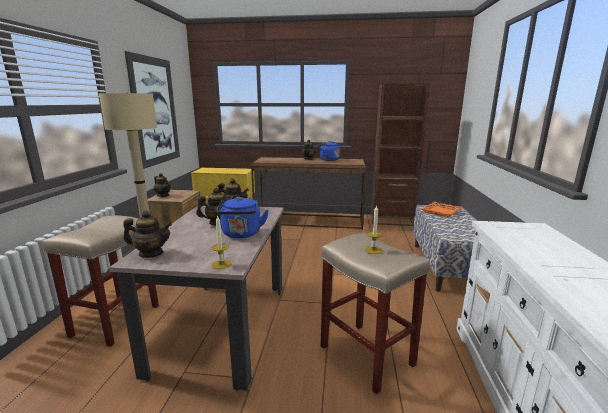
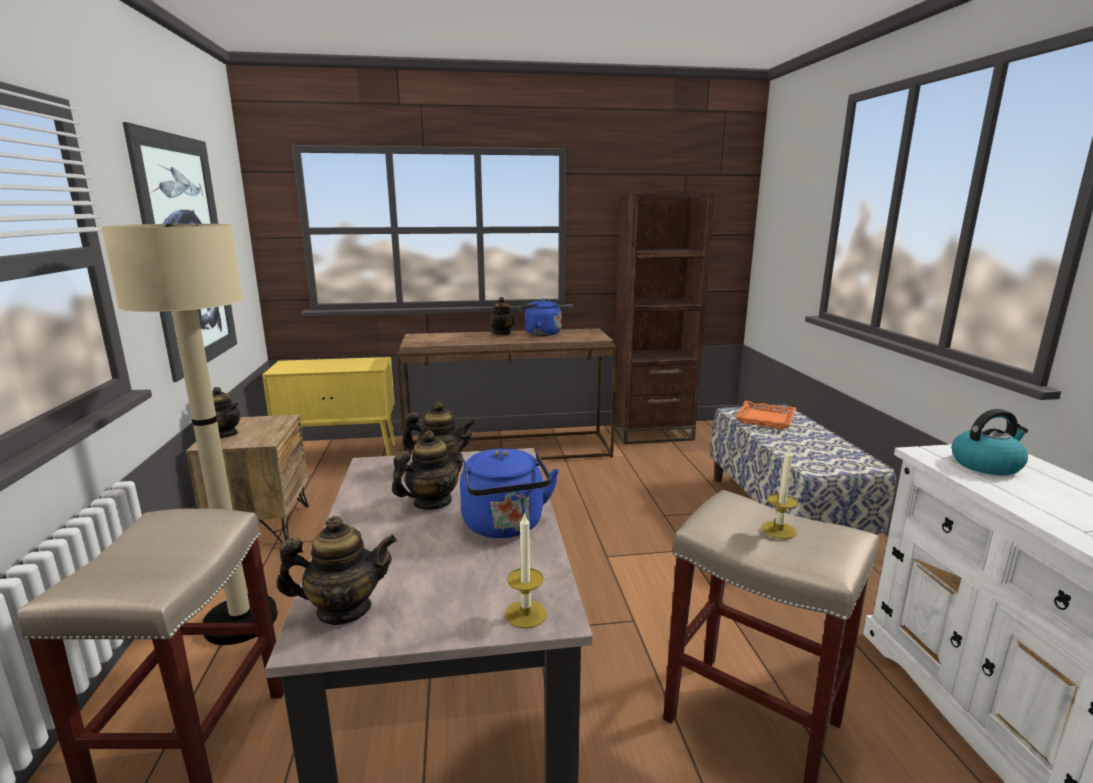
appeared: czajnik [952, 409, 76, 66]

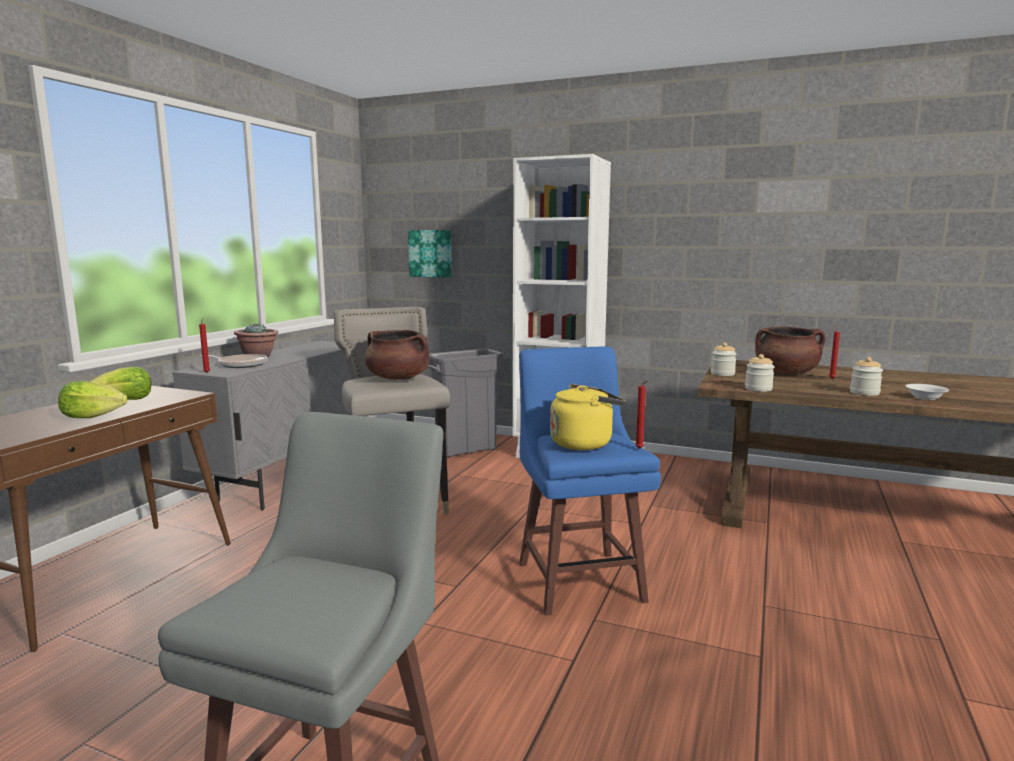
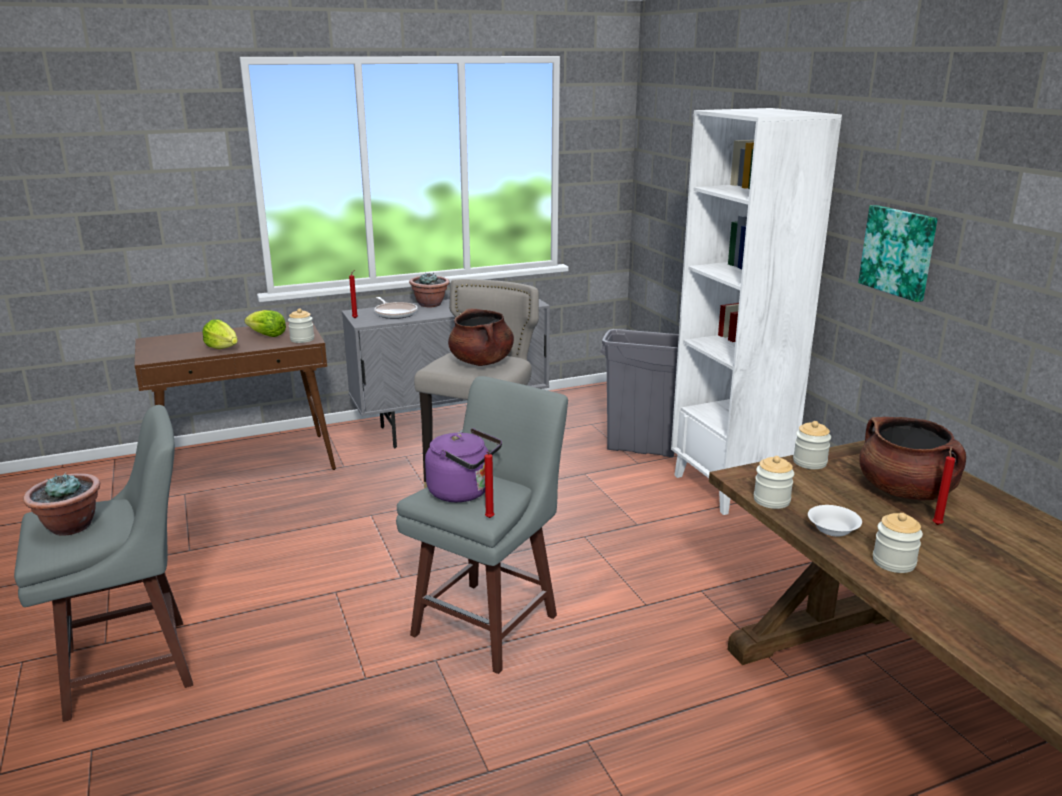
appeared: roślina doniczkowa [23, 472, 77, 64]; słoik [288, 308, 26, 35]
relocated: obraz [408, 230, 44, 48] to [858, 205, 80, 97]; miska [biały] [905, 384, 44, 16] to [808, 505, 54, 32]
colour: stołek [niebieski] [519, 347, 142, 269] to stołek [szary] [396, 376, 172, 298]; czajnik [żółty] [550, 384, 75, 66] to czajnik [fioletowy] [425, 428, 77, 74]

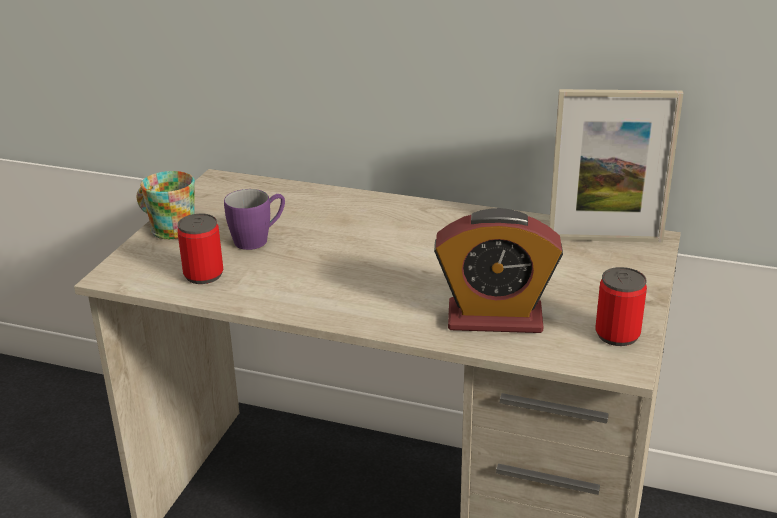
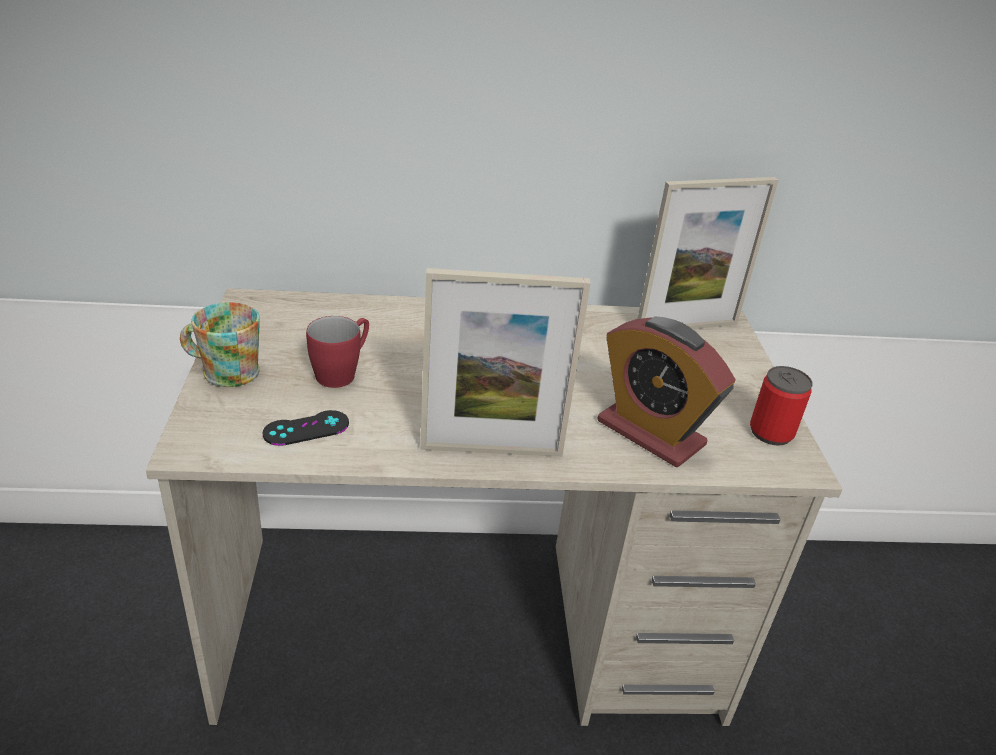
appeared: ramka na zdjęcie [420, 268, 171, 189]
exchanged: puszka [177, 214, 46, 70] to pad do gier [czarny] [262, 410, 87, 36]
colour: kubek [fioletowy] [224, 189, 61, 61] to kubek [czerwony] [306, 316, 63, 72]
spun: budzik [434, 208, 129, 125] = [597, 316, 138, 151] 60 degrees clockwise

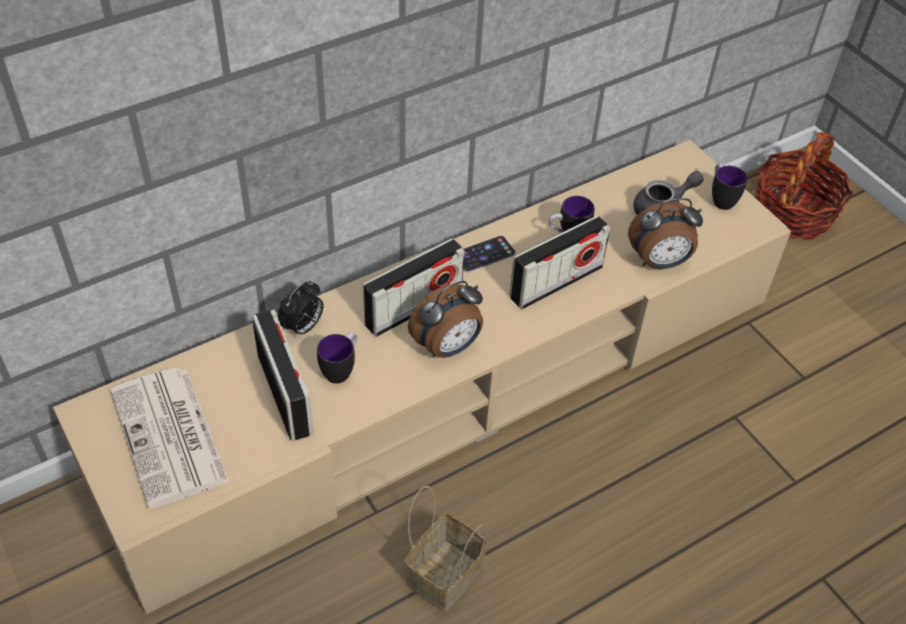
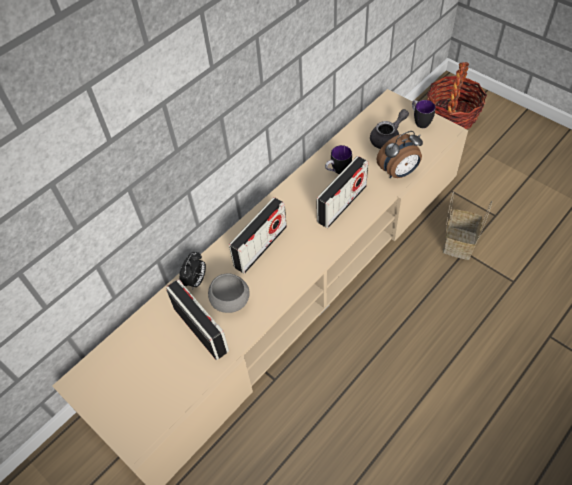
missing: gazeta [110, 368, 119, 141]; budzik [408, 281, 75, 77]; telefon [463, 236, 53, 36]
relocated: koszyk [404, 486, 84, 126] to [443, 191, 49, 69]
exchanged: kubek [317, 332, 40, 52] to miska [szary] [208, 273, 42, 40]

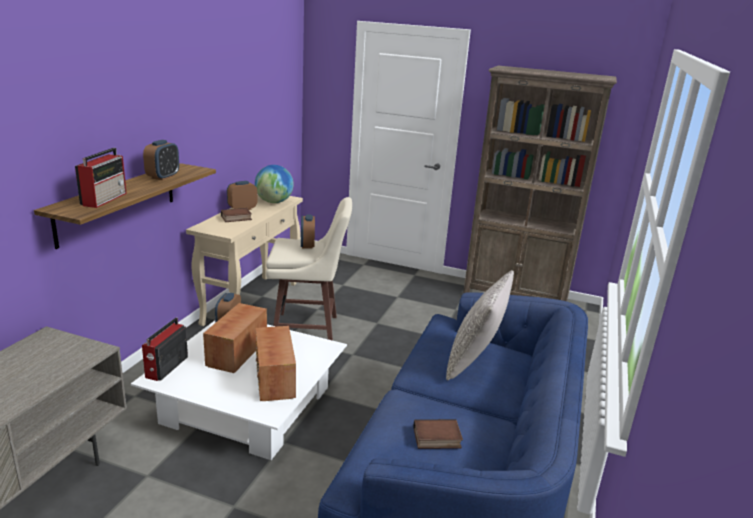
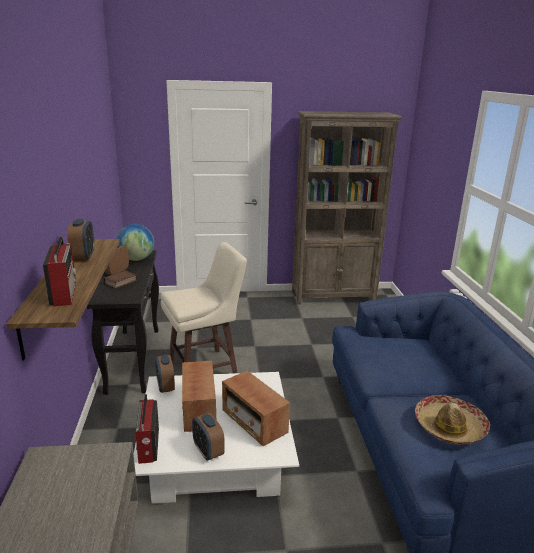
missing: poduszka [szary] [446, 270, 68, 110]
relocated: budzik [301, 215, 14, 34] to [192, 413, 33, 47]
exchanged: książka [413, 419, 50, 30] to kapelusz [415, 395, 75, 50]
colour: stolik konsolowy [beżowy] [186, 195, 117, 131] to stolik konsolowy [czarny] [87, 250, 72, 145]

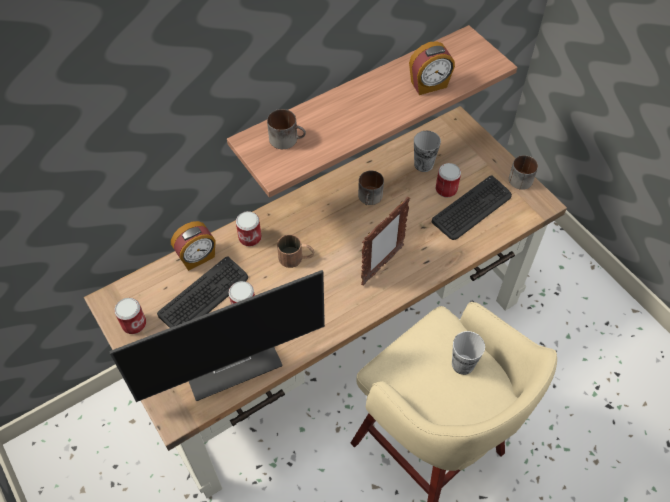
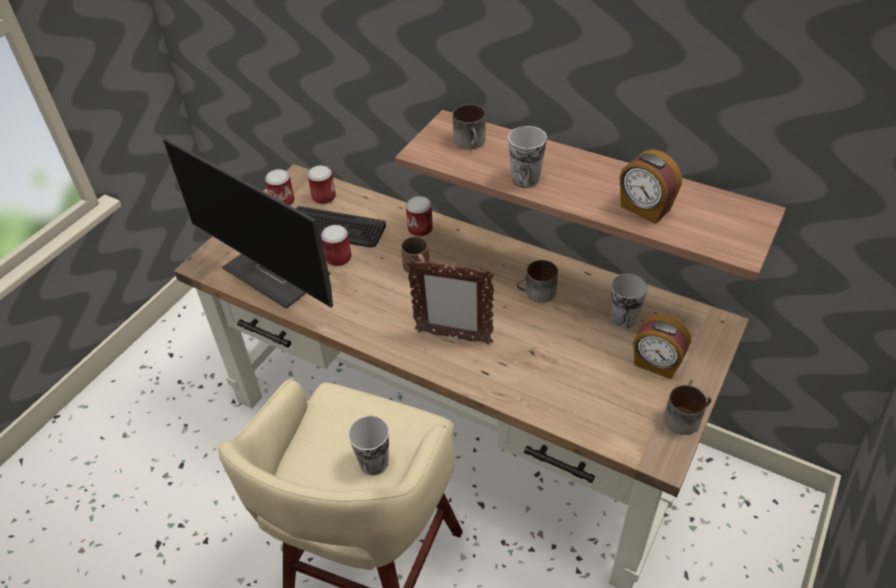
missing: klawiatura [432, 175, 80, 65]
appeared: filiżanka [508, 126, 39, 62]
relocated: budzik [171, 221, 45, 50] to [633, 314, 58, 65]; puszka [436, 163, 25, 35] to [307, 165, 29, 39]

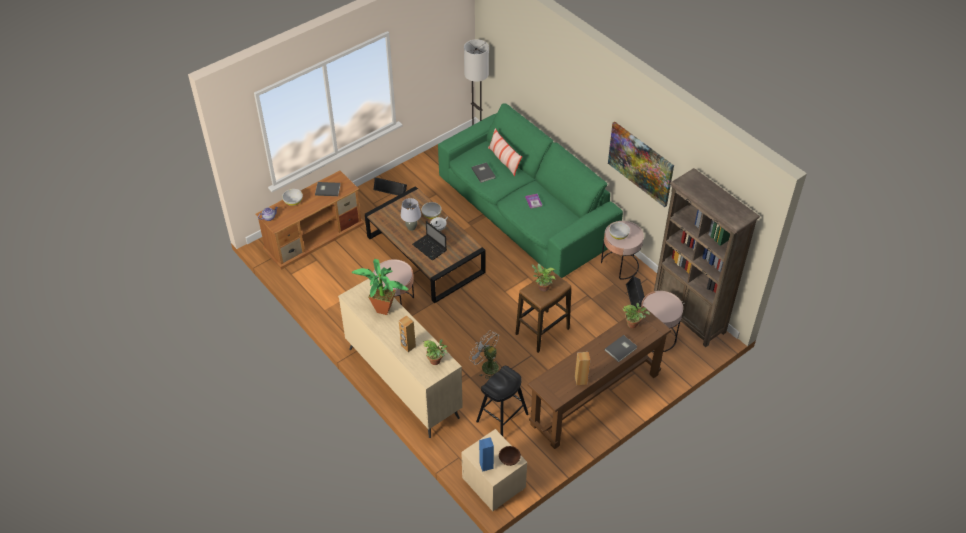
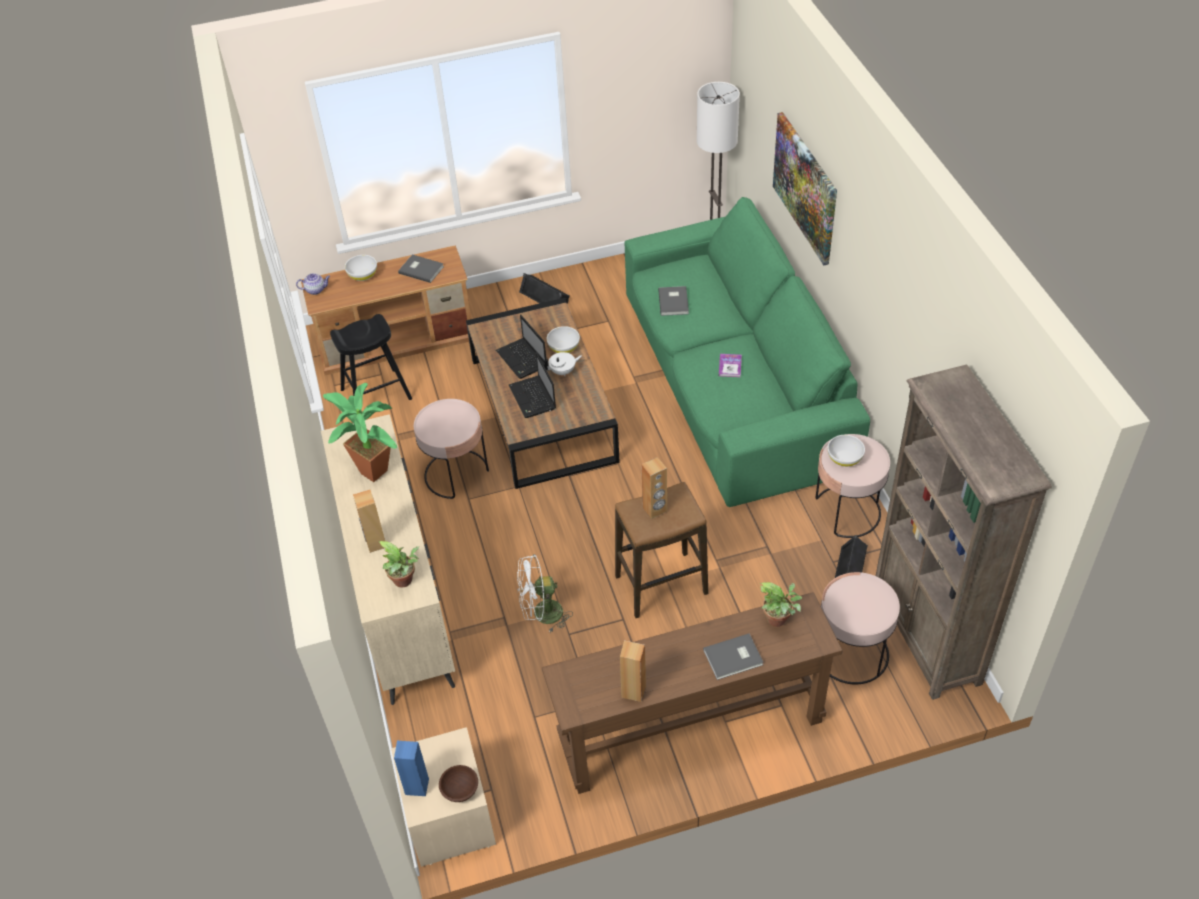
missing: poduszka [488, 128, 34, 48]
relocated: stołek [czarny] [476, 366, 53, 70] to [330, 314, 82, 86]; obraz [608, 122, 66, 85] to [773, 112, 64, 153]
exchanged: lampa stołowa [szary] [401, 198, 20, 33] to laptop [496, 314, 50, 65]; roślina doniczkowa [532, 263, 24, 29] to głośnik [brązowy] [641, 457, 26, 62]
spun: wentylator [biały] [469, 331, 30, 48] = [517, 554, 56, 80] 75 degrees counterclockwise

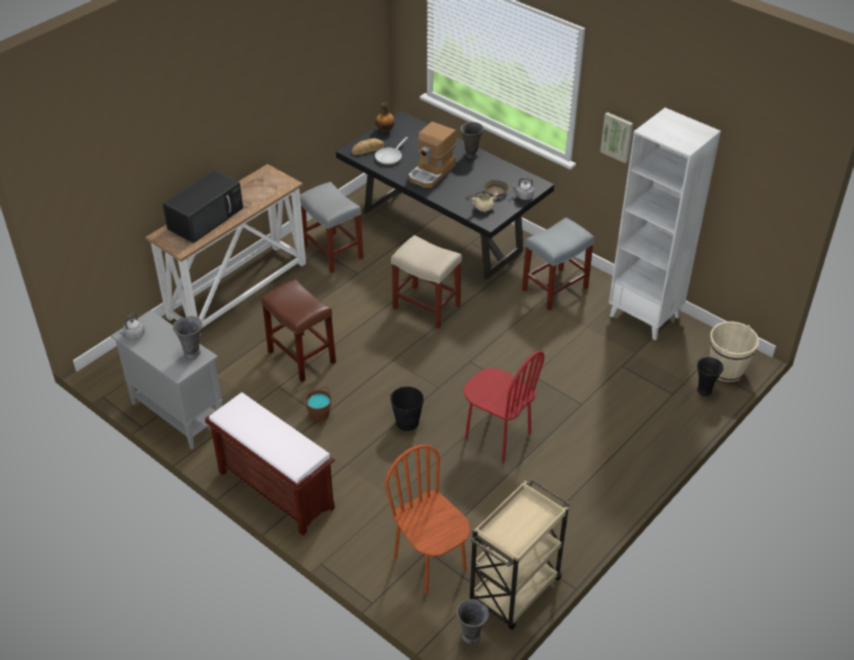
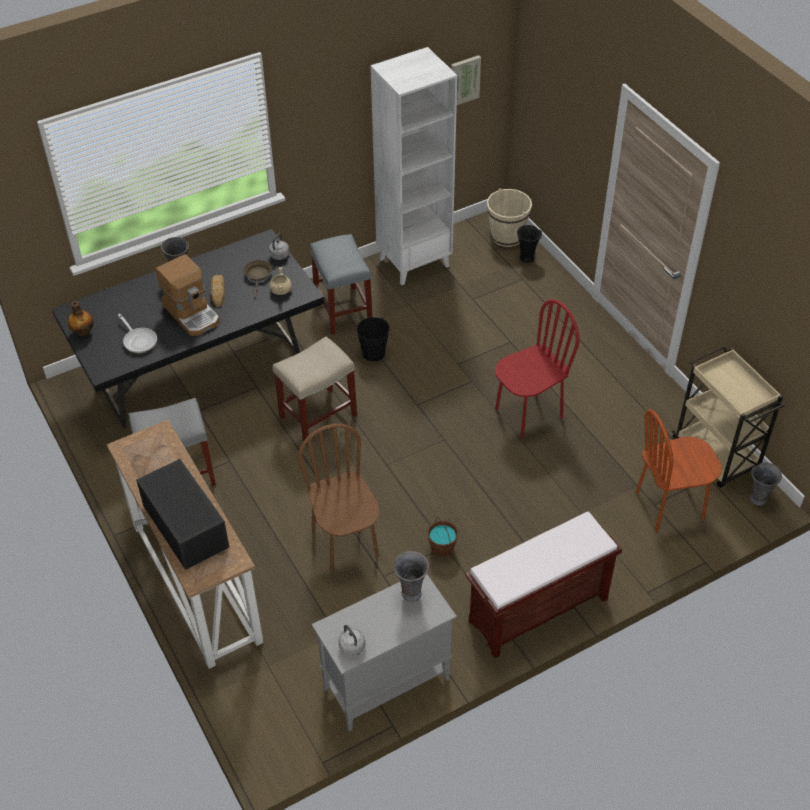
relocated: chleb [352, 138, 32, 17] to [211, 275, 14, 32]; wiadro [czarny] [390, 386, 34, 45] to [356, 317, 34, 45]; obraz [600, 112, 33, 51] to [451, 55, 30, 50]
exchanged: stołek [brązowy] [261, 279, 75, 103] to krzesło [brązowy] [298, 424, 81, 148]

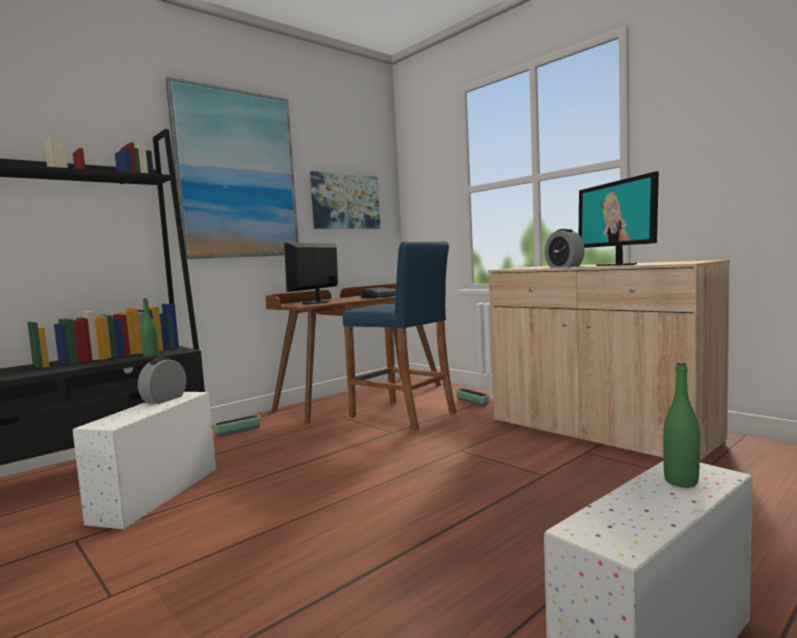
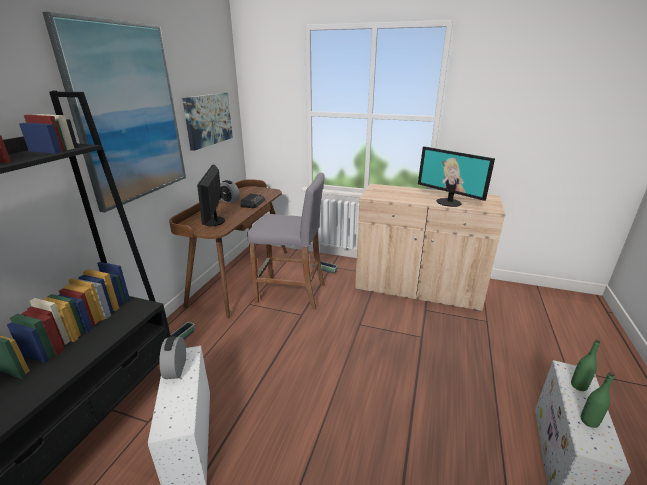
relocated: butelka [zielony] [140, 298, 19, 59] to [581, 372, 33, 56]; budzik [545, 229, 40, 39] to [220, 180, 20, 24]
colour: stołek [niebieski] [342, 241, 115, 190] to stołek [szary] [247, 173, 78, 137]

